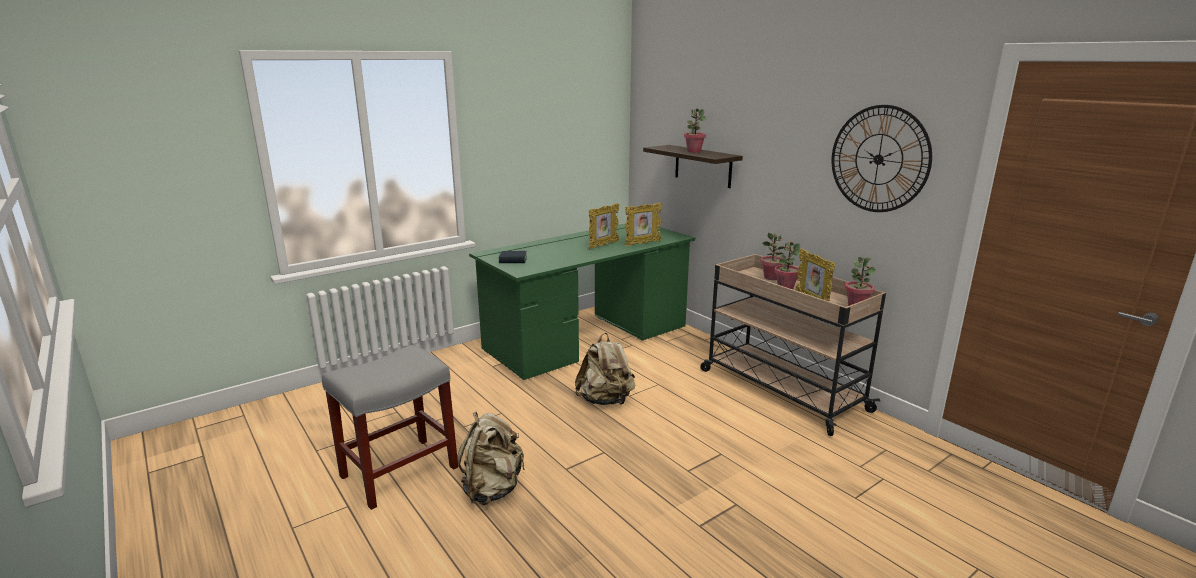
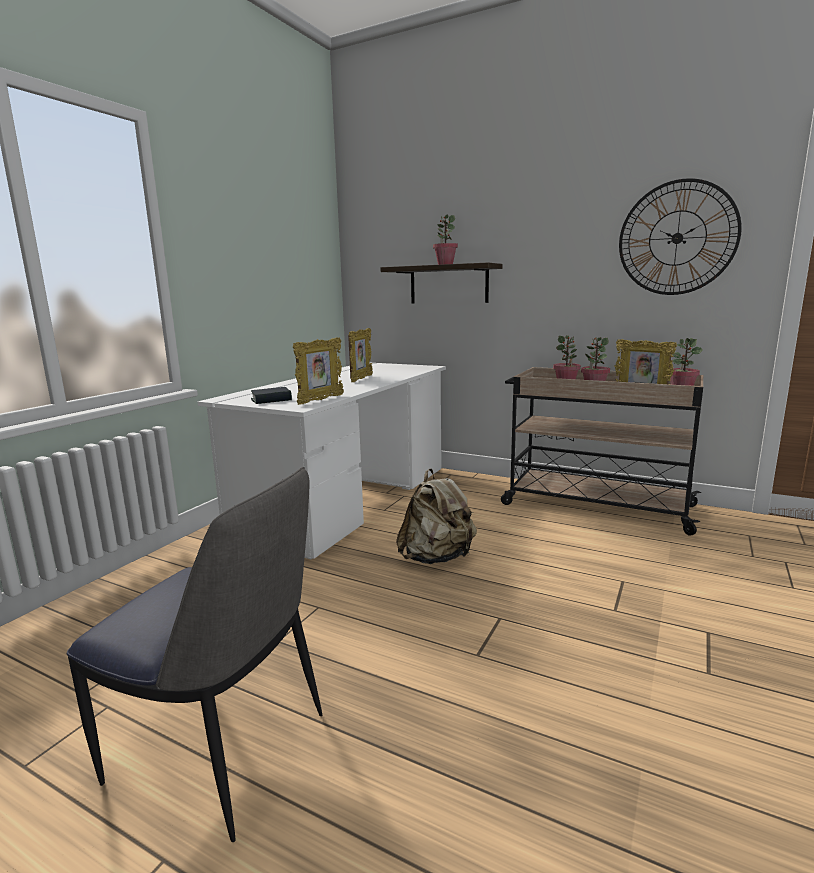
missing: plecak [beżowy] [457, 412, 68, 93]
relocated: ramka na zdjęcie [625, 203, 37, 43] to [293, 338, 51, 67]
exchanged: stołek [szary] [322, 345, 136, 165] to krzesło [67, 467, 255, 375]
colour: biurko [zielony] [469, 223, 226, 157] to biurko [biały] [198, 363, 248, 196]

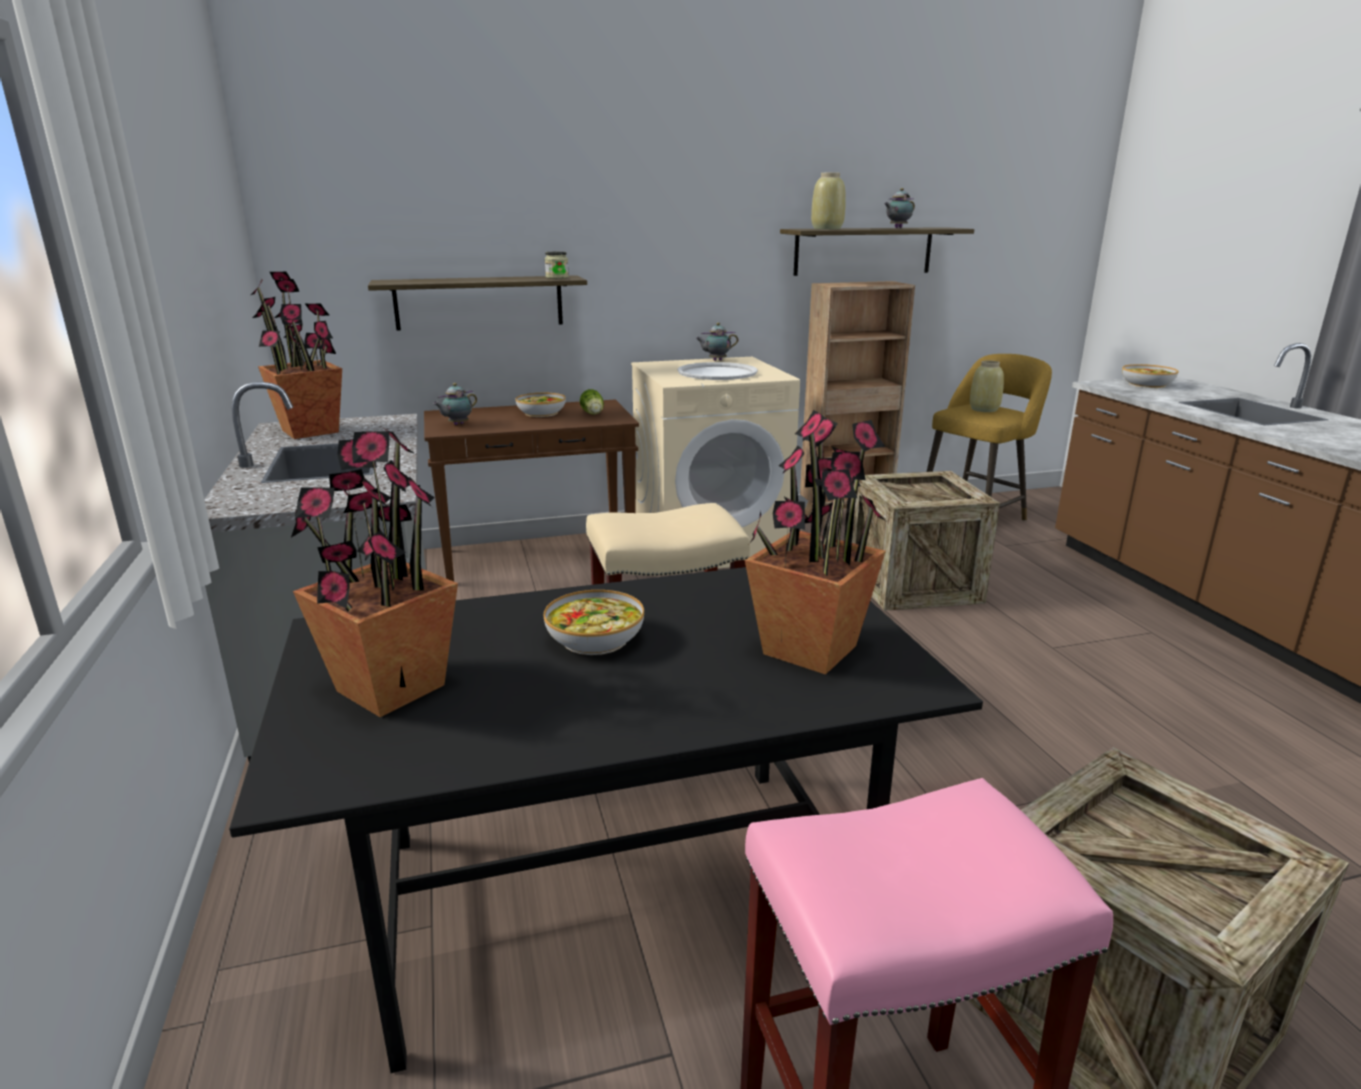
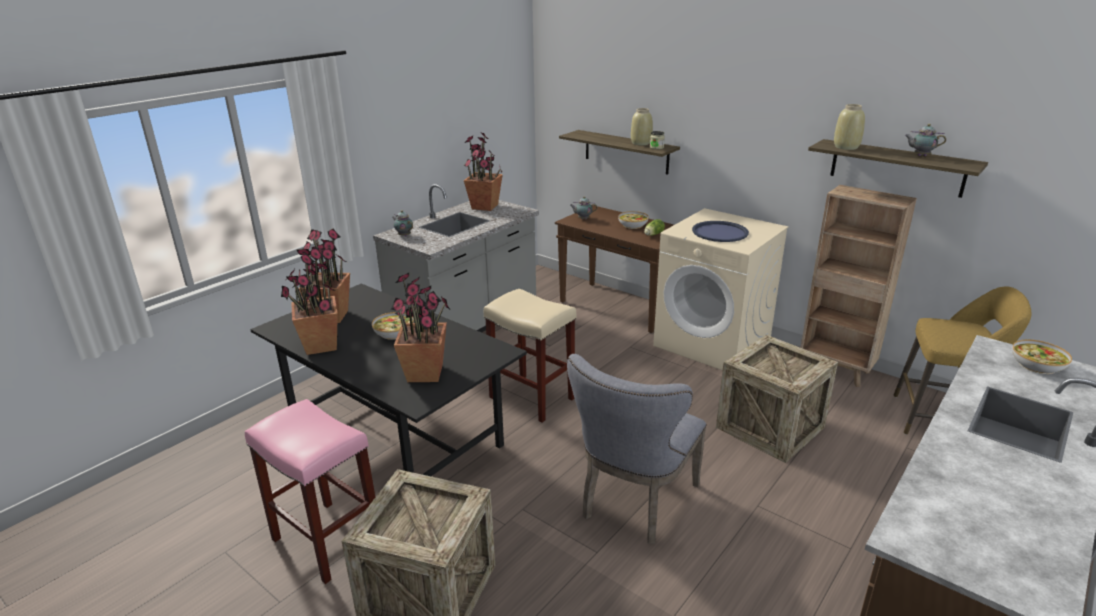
appeared: roślina doniczkowa [281, 247, 57, 108]; krzesło [szary] [567, 354, 140, 190]
relocated: imbryk [696, 323, 42, 38] to [392, 210, 21, 26]; wazon [beżowy] [970, 360, 34, 52] to [631, 108, 22, 37]
colour: taca [biały] [678, 362, 80, 18] to taca [niebieski] [692, 221, 57, 21]

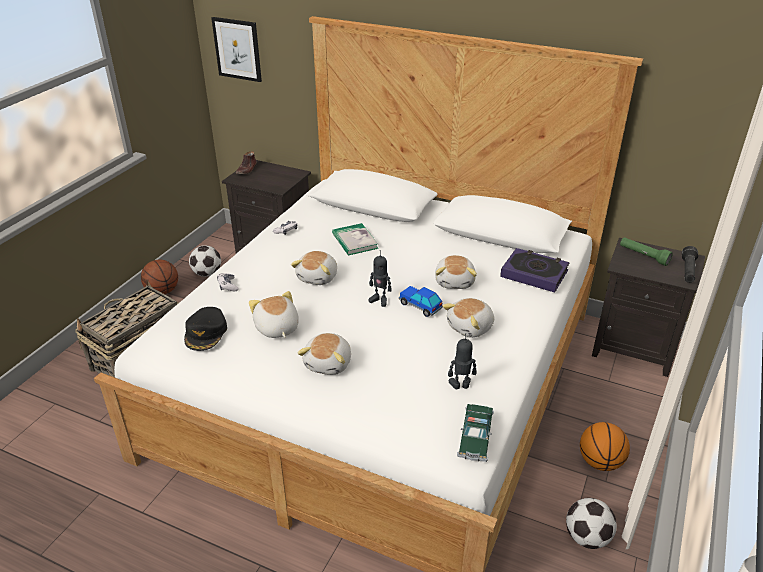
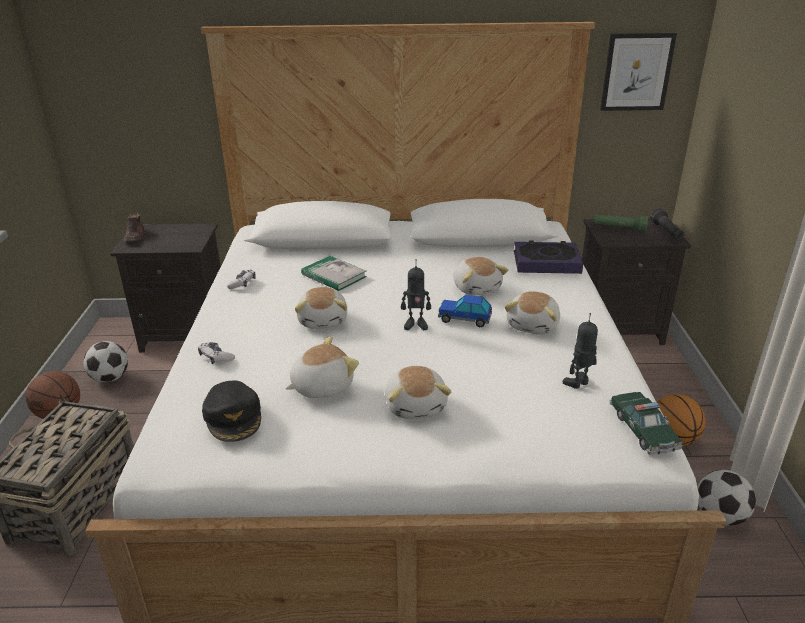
relocated: obraz [211, 17, 51, 65] to [600, 33, 77, 78]
spun: pluszak [249, 291, 50, 47] = [285, 336, 74, 62] 105 degrees clockwise

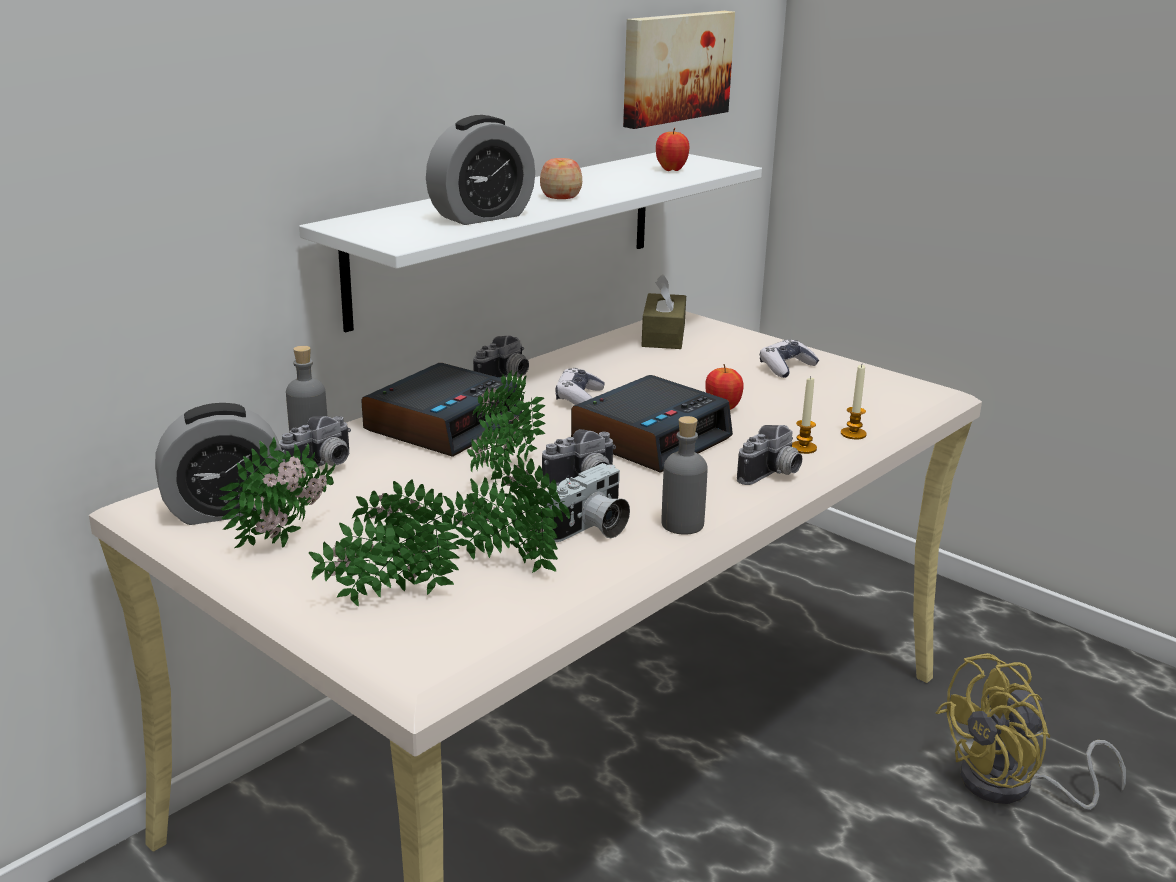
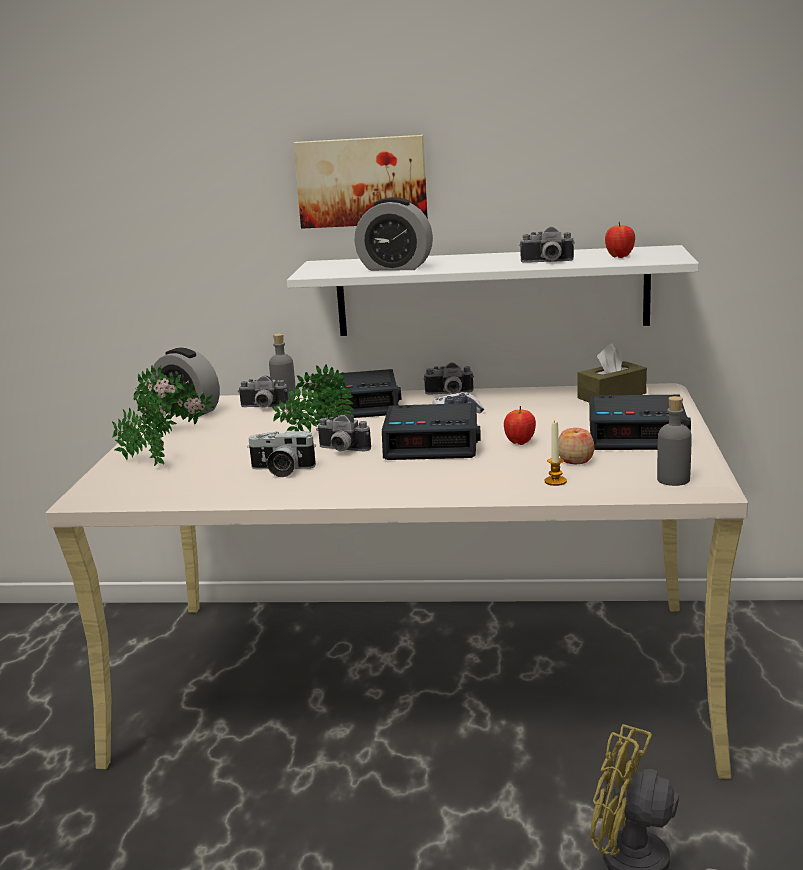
missing: roślina doniczkowa [443, 455, 127, 118]; świeca [792, 377, 25, 77]
relocated: jabłko [540, 158, 42, 41] to [559, 428, 35, 36]; obraz [623, 11, 112, 118] to [293, 135, 135, 94]; butelka [szary] [662, 416, 46, 119] to [657, 396, 35, 90]; aparat fotograficzny [737, 425, 65, 60] to [519, 226, 56, 37]
exchanged: pad do gier [760, 339, 59, 39] to budzik [589, 395, 102, 55]

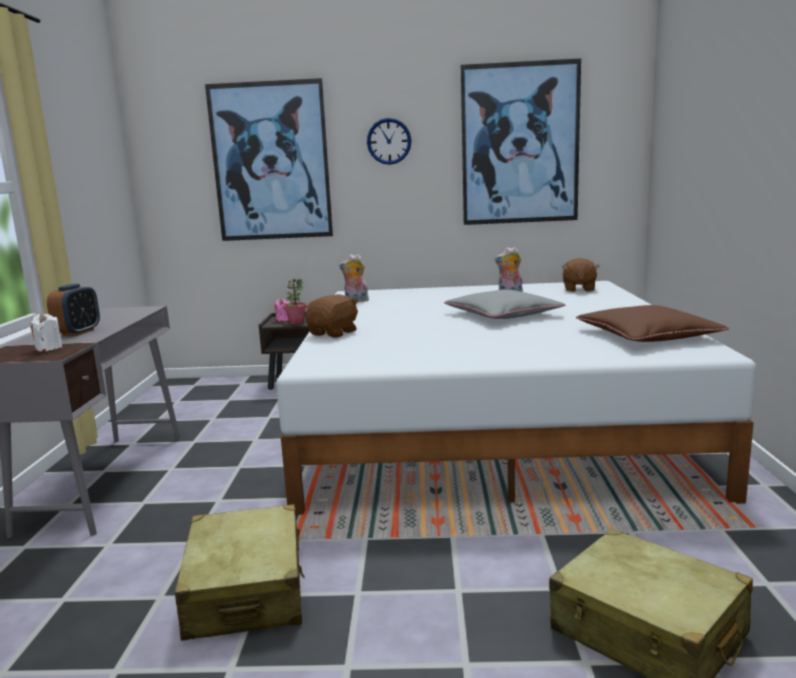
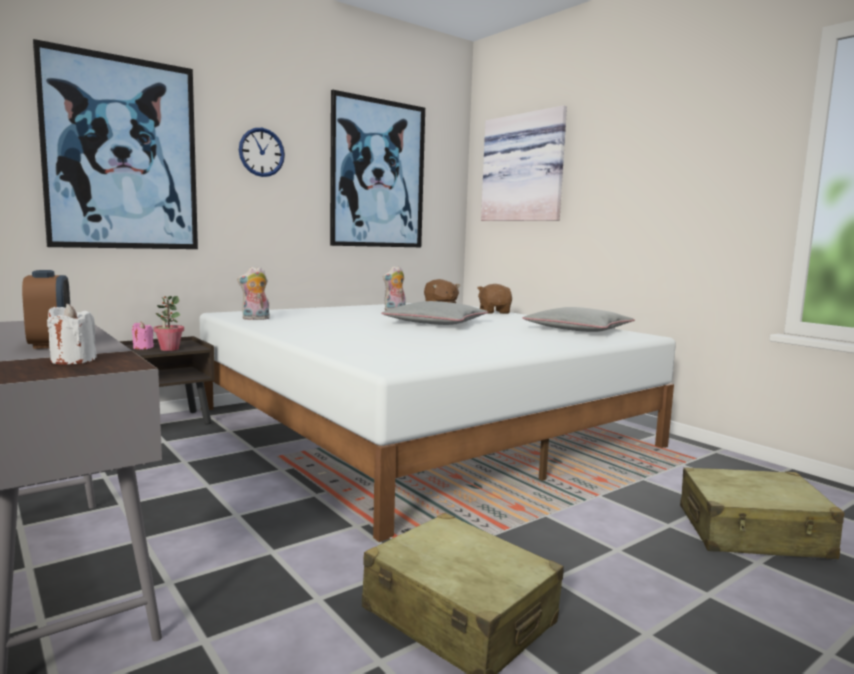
appeared: obraz [481, 105, 86, 116]
relocated: pluszak [brązowy] [305, 294, 54, 44] to [477, 284, 35, 30]
colour: poduszka [brązowy] [576, 305, 153, 37] to poduszka [szary] [522, 307, 113, 25]

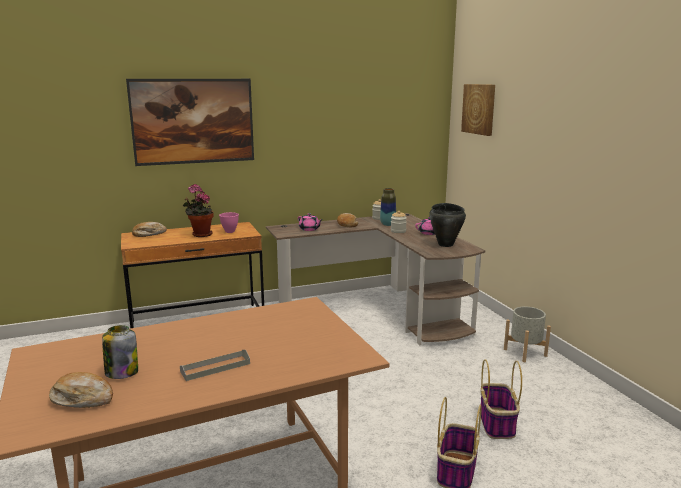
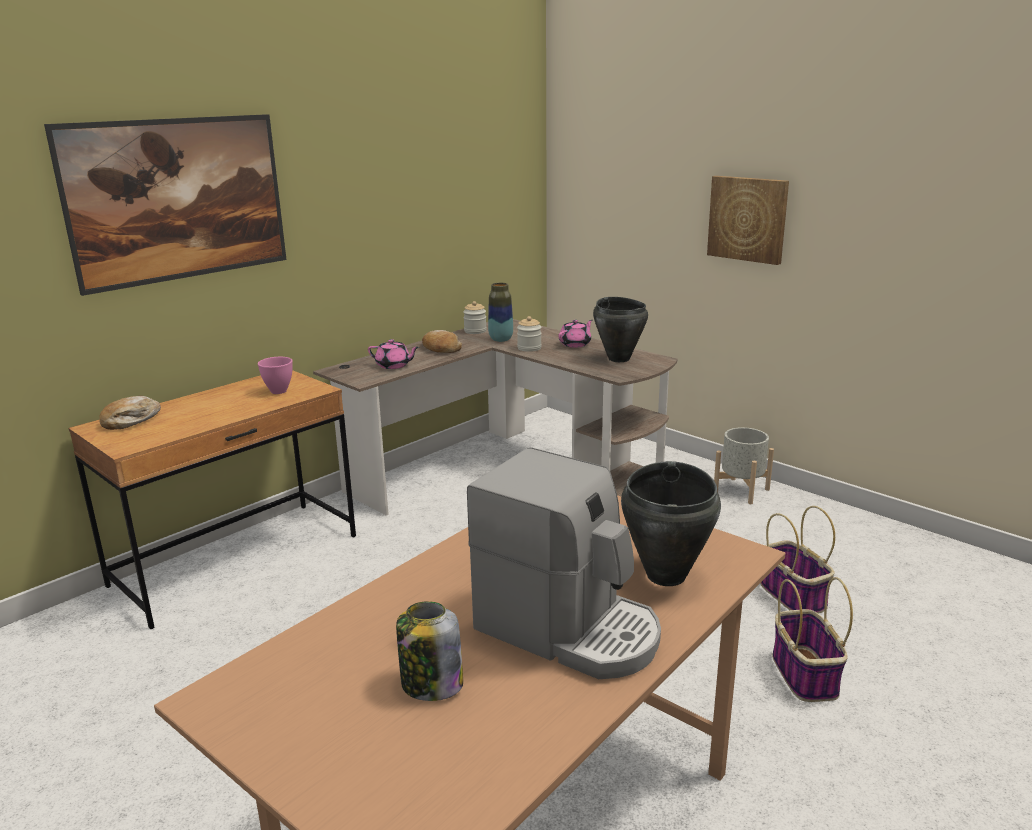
missing: chleb [49, 372, 64, 36]; roślina doniczkowa [183, 184, 31, 53]
appeared: garnek [czarny] [621, 461, 100, 125]
relocated: obraz [461, 84, 34, 52] to [707, 176, 82, 89]
exchanged: taca [szary] [180, 350, 70, 31] to ekspres do kawy [467, 447, 194, 232]

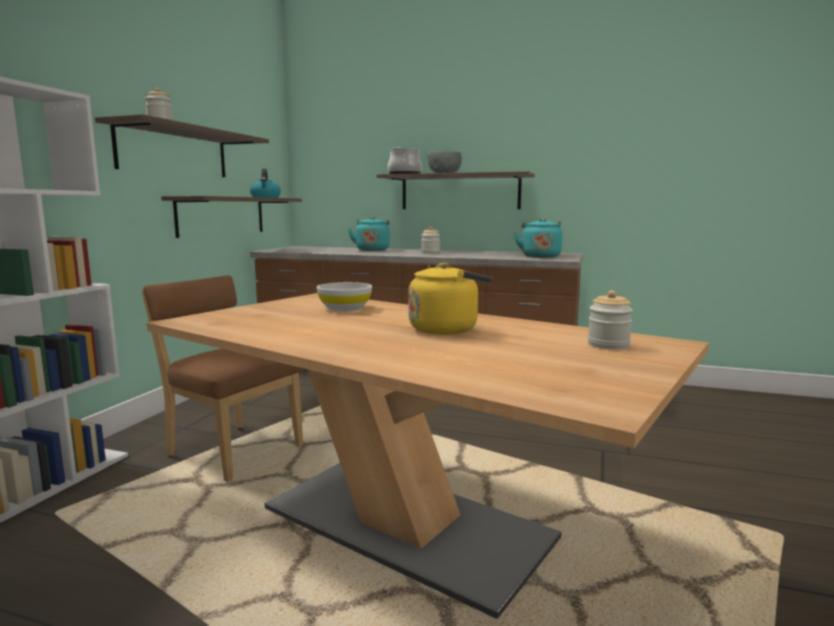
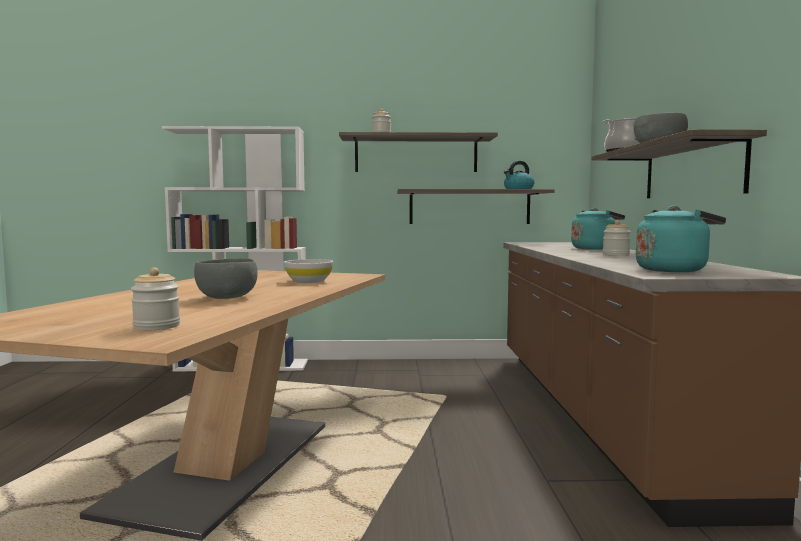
missing: krzesło [brązowy] [142, 275, 161, 207]
exchanged: czajnik [żółty] [409, 263, 83, 72] to miska [szary] [194, 258, 64, 41]

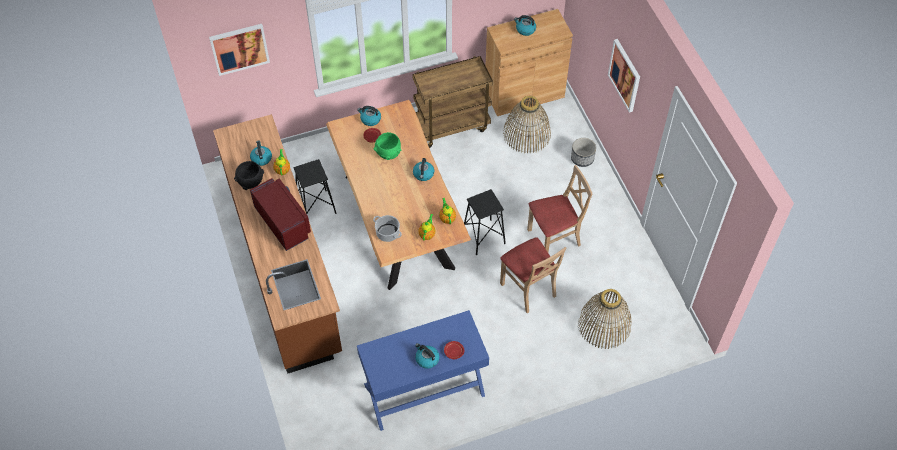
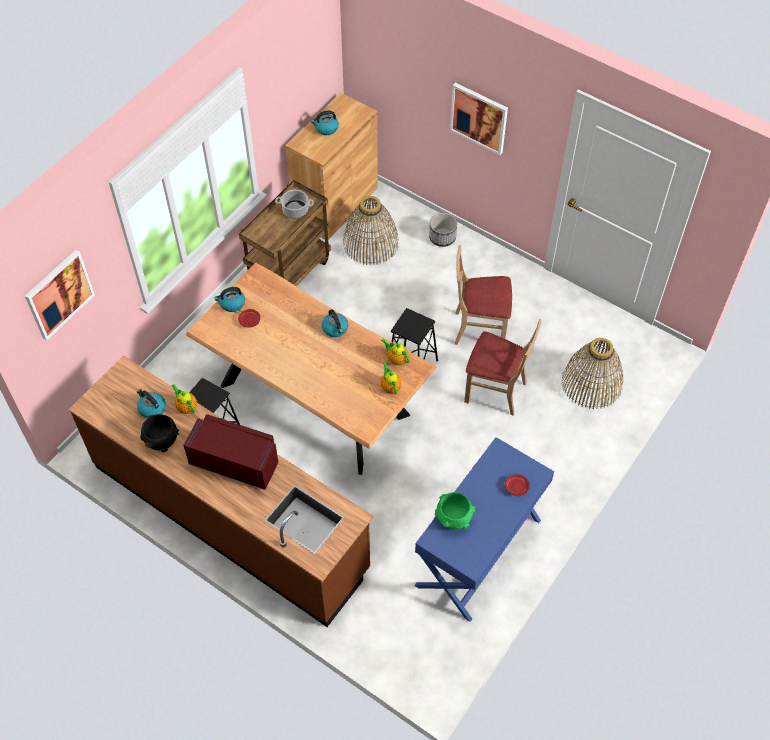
missing: czajnik [415, 343, 25, 26]
relocated: garnek [373, 215, 29, 27] to [275, 190, 39, 28]; miska [zielony] [374, 132, 27, 28] to [435, 492, 41, 38]
spun: krzesło [beżowy] [527, 165, 66, 87] = [455, 245, 57, 100] 120 degrees counterclockwise

